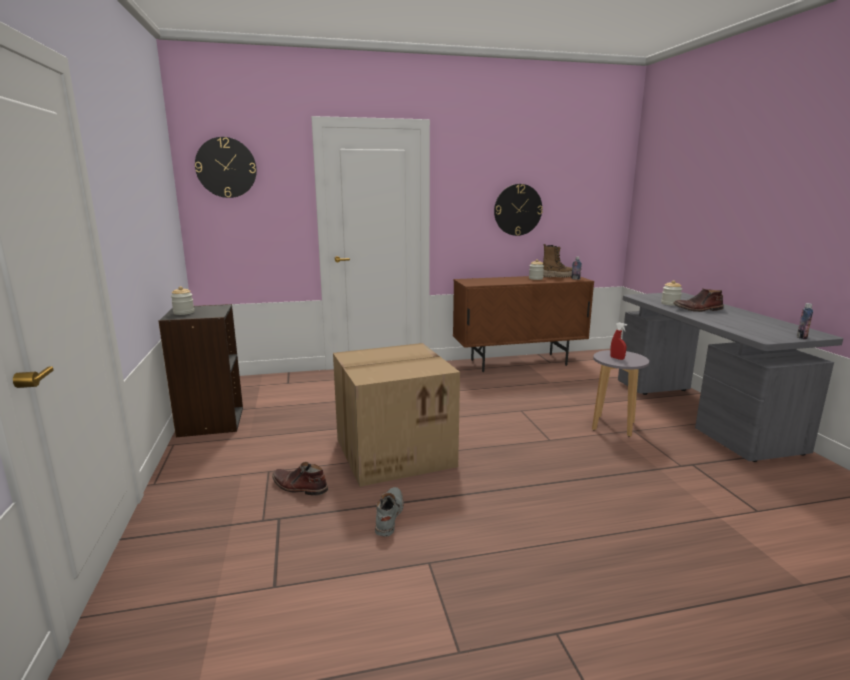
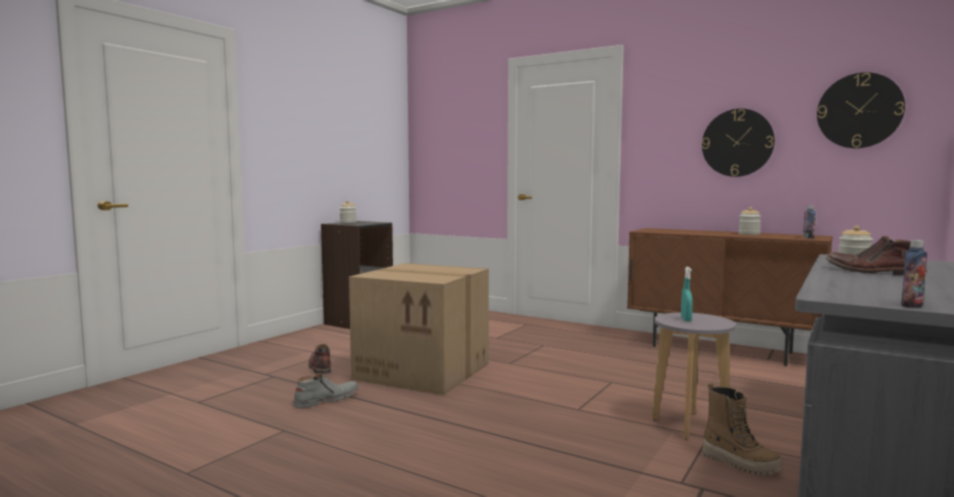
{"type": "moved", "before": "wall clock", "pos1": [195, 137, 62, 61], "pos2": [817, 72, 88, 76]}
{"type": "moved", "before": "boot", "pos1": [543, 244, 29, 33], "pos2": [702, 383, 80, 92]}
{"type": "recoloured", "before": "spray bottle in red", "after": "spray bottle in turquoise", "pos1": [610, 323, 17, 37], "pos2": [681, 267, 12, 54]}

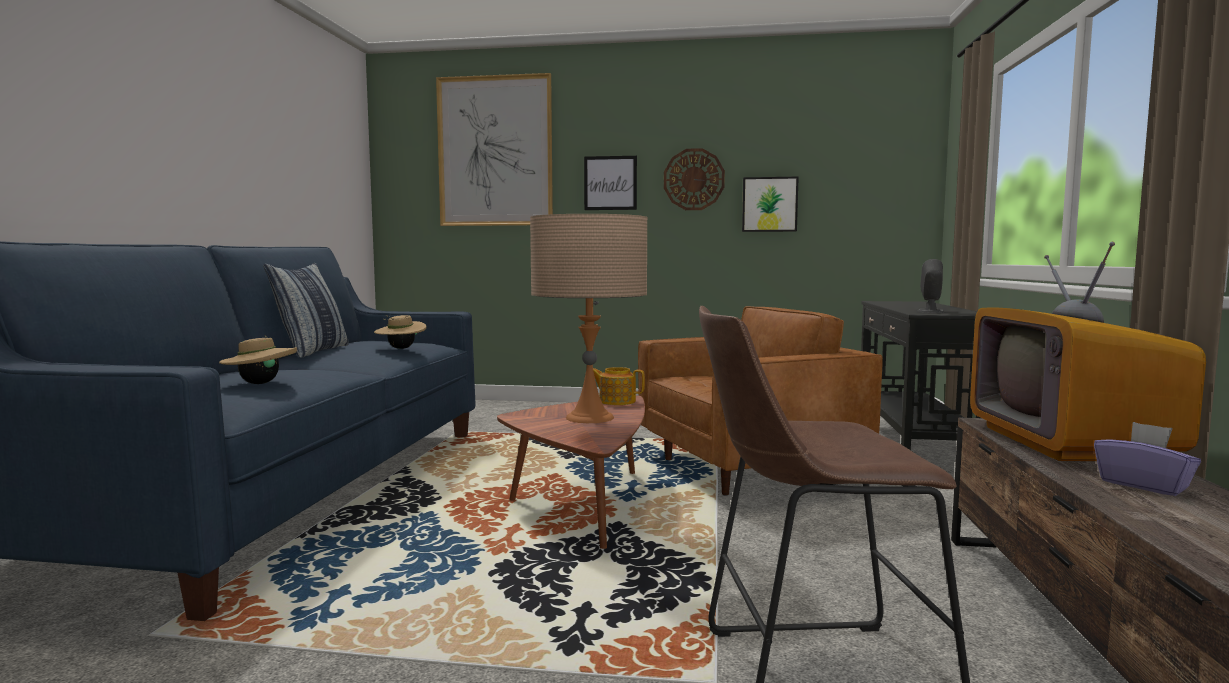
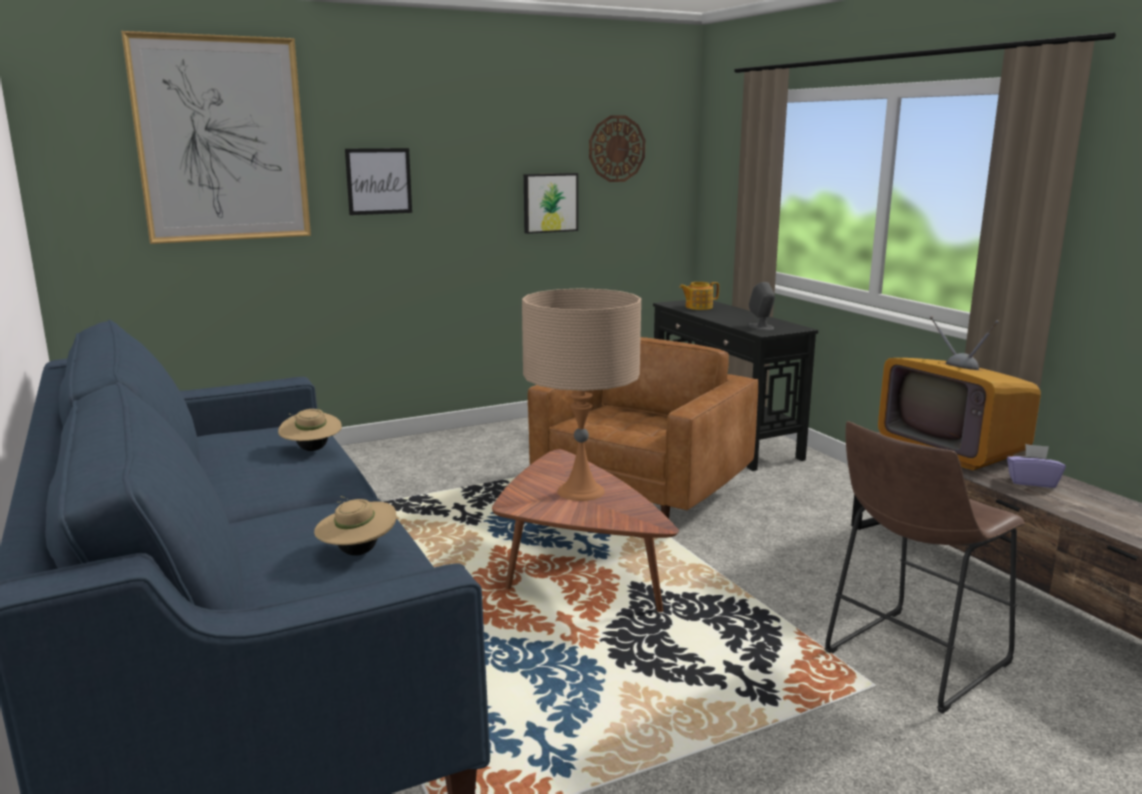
{"type": "removed", "before": "pillow", "pos1": [263, 263, 86, 95]}
{"type": "moved", "before": "teapot", "pos1": [593, 367, 52, 38], "pos2": [679, 282, 40, 28]}
{"type": "moved", "before": "wall clock", "pos1": [664, 148, 61, 62], "pos2": [589, 115, 56, 67]}

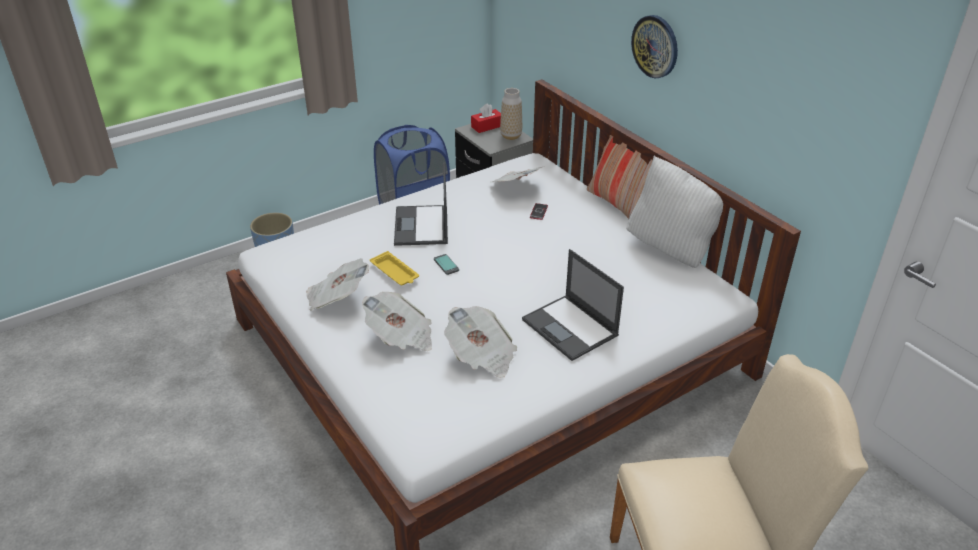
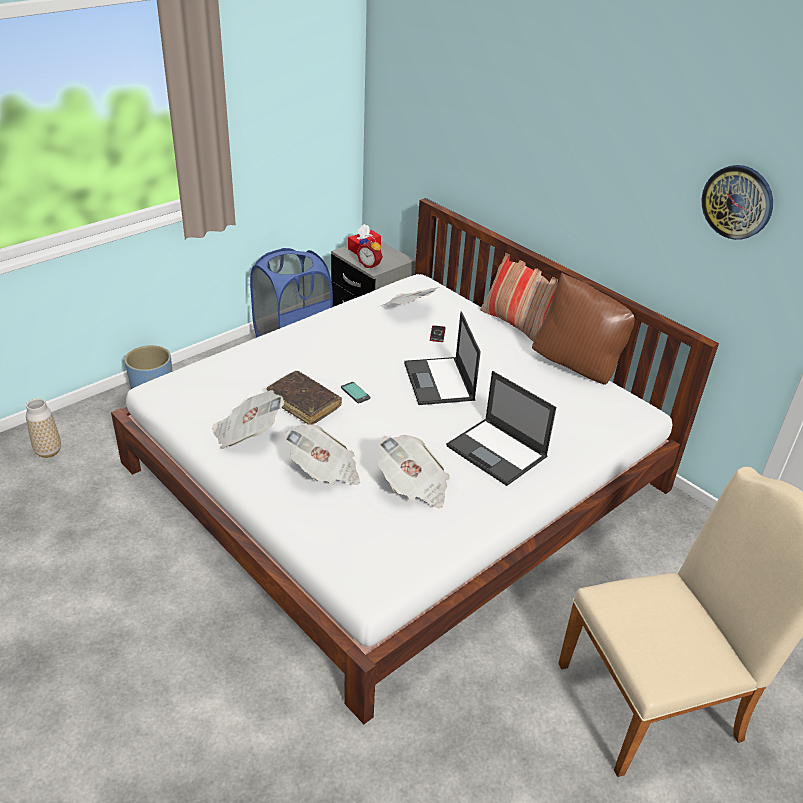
{"type": "added", "after": "alarm clock", "pos2": [357, 235, 26, 34]}
{"type": "moved", "before": "laptop", "pos1": [394, 162, 54, 84], "pos2": [404, 312, 77, 93]}
{"type": "moved", "before": "vase", "pos1": [500, 88, 22, 52], "pos2": [26, 398, 35, 60]}
{"type": "moved", "before": "wall clock", "pos1": [631, 15, 47, 63], "pos2": [702, 165, 71, 75]}
{"type": "replaced", "before": "tray in yellow", "after": "book in brown", "pos1": [370, 251, 49, 34], "pos2": [267, 371, 75, 54]}
{"type": "recoloured", "before": "pillow in white", "after": "pillow in brown", "pos1": [626, 155, 97, 113], "pos2": [532, 273, 103, 112]}

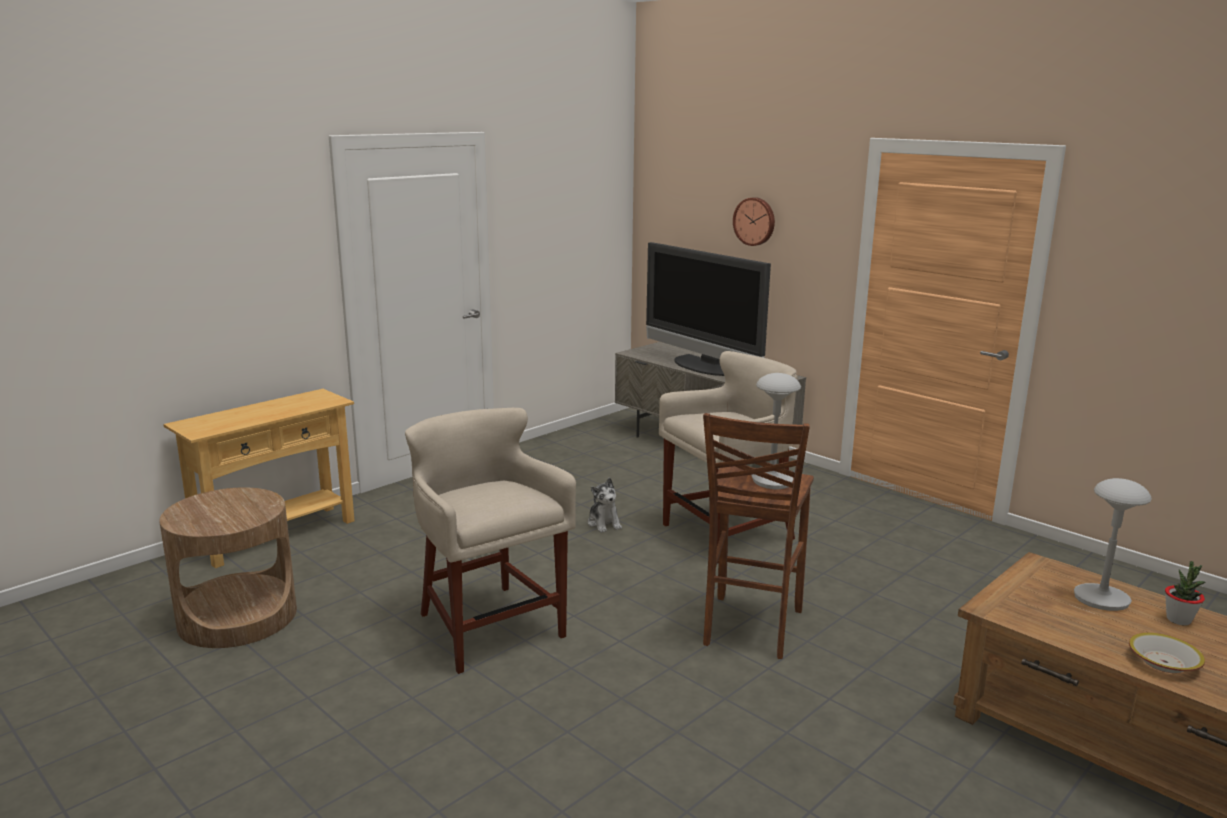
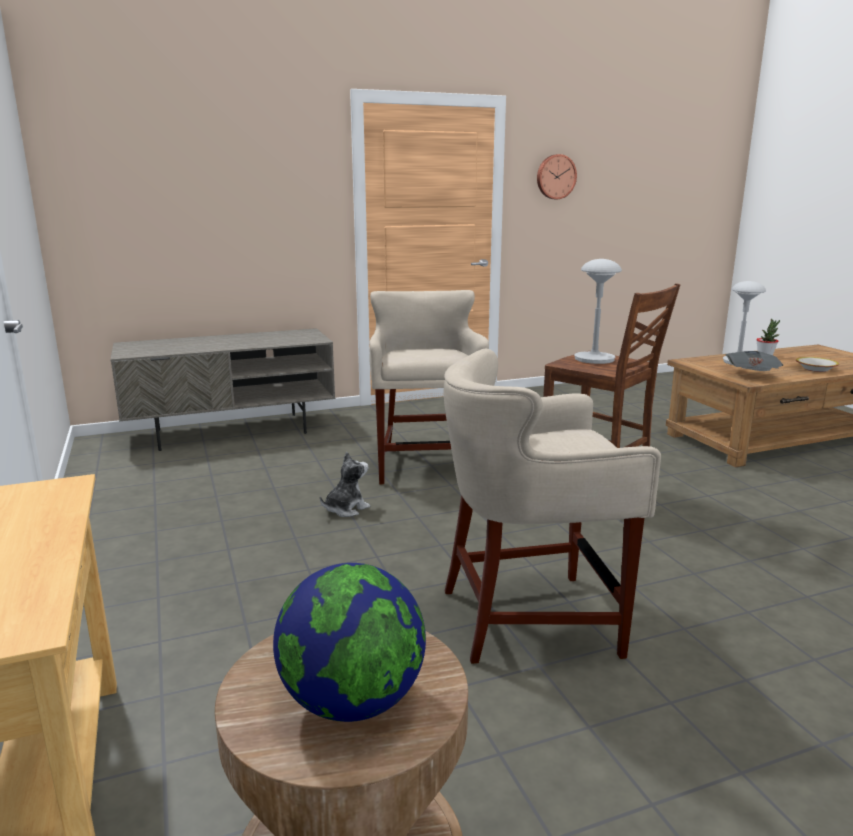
{"type": "removed", "before": "television", "pos1": [646, 242, 125, 134]}
{"type": "added", "after": "globe", "pos2": [273, 563, 153, 159]}
{"type": "added", "after": "newspaper", "pos2": [725, 351, 58, 20]}
{"type": "moved", "before": "wall clock", "pos1": [733, 197, 42, 49], "pos2": [537, 154, 40, 45]}
{"type": "turned", "before": "plush toy", "pos1": [588, 477, 34, 56], "pos2": [320, 452, 50, 65], "turn": -45}

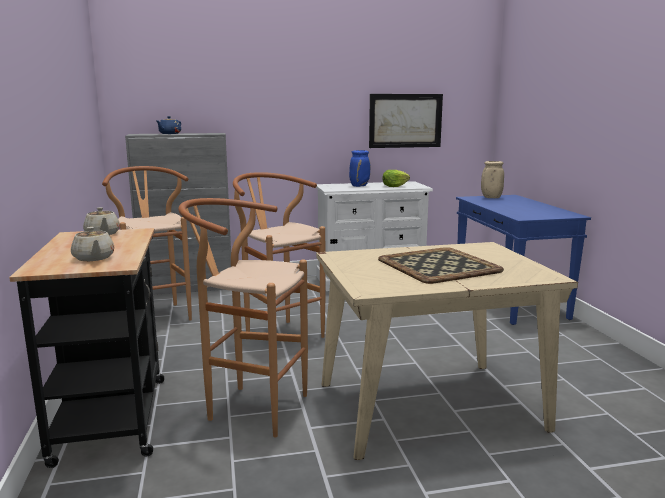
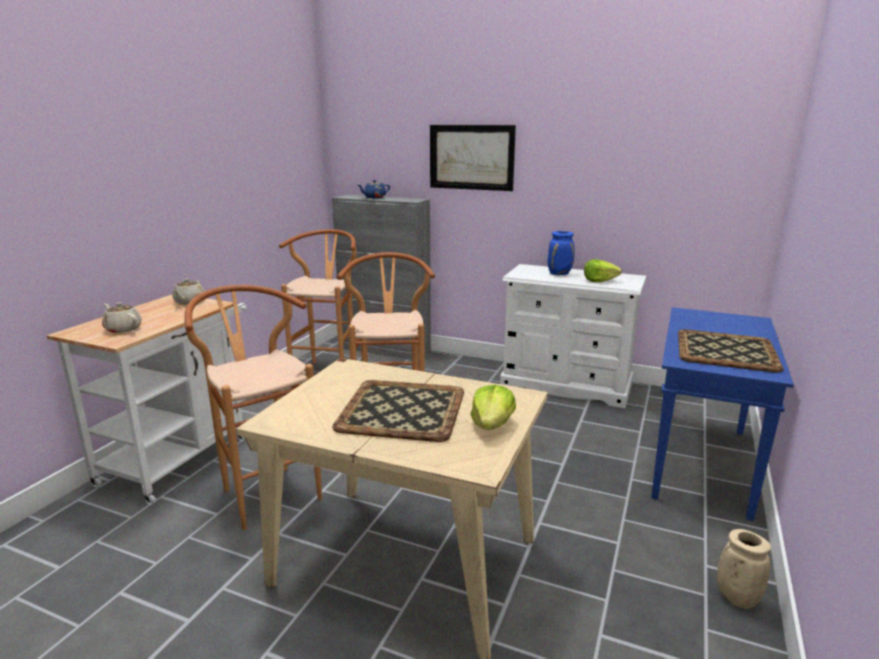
{"type": "added", "after": "lettuce", "pos2": [470, 385, 46, 45]}
{"type": "added", "after": "tray", "pos2": [678, 329, 106, 44]}
{"type": "moved", "before": "picture", "pos1": [369, 94, 74, 54], "pos2": [430, 125, 86, 66]}
{"type": "moved", "before": "vase in beige", "pos1": [481, 161, 23, 37], "pos2": [717, 529, 54, 80]}
{"type": "recoloured", "before": "cart in black", "after": "cart in white", "pos1": [9, 228, 155, 240], "pos2": [47, 295, 200, 210]}
{"type": "turned", "before": "teapot in beige", "pos1": [71, 227, 43, 34], "pos2": [102, 303, 40, 30], "turn": 120}

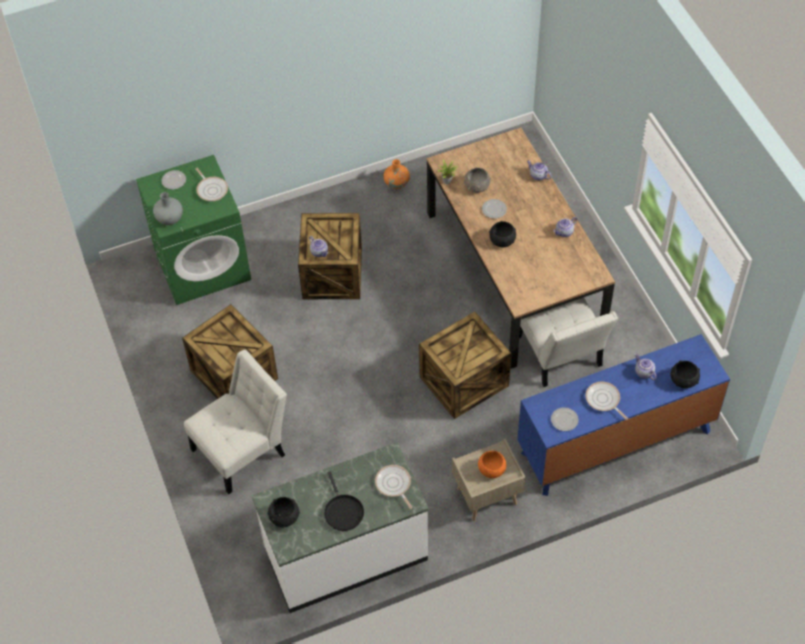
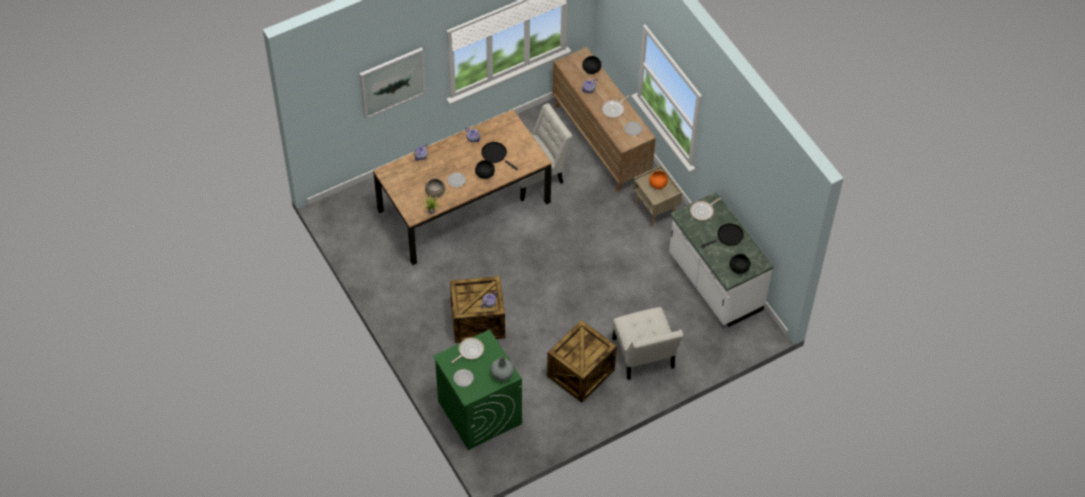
{"type": "removed", "before": "vase in orange", "pos1": [384, 159, 26, 30]}
{"type": "removed", "before": "crate", "pos1": [419, 311, 92, 108]}
{"type": "added", "after": "picture", "pos2": [359, 47, 67, 72]}
{"type": "added", "after": "frying pan in black", "pos2": [481, 142, 37, 28]}
{"type": "recoloured", "before": "dresser in blue", "after": "dresser in brown", "pos1": [517, 334, 213, 162], "pos2": [552, 47, 104, 146]}
{"type": "turned", "before": "chair in white", "pos1": [184, 350, 103, 144], "pos2": [612, 307, 71, 73], "turn": -150}

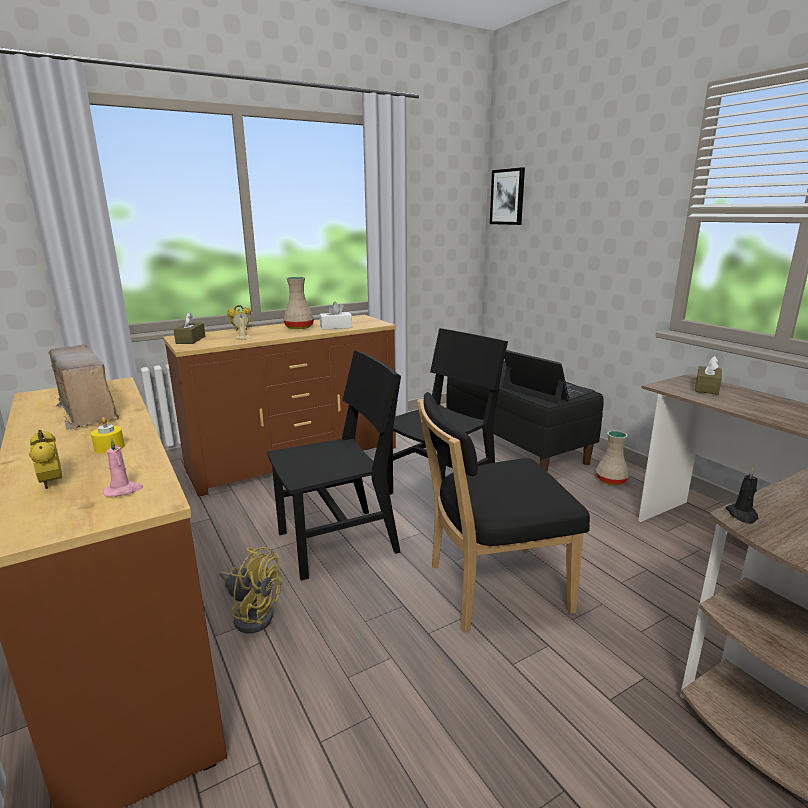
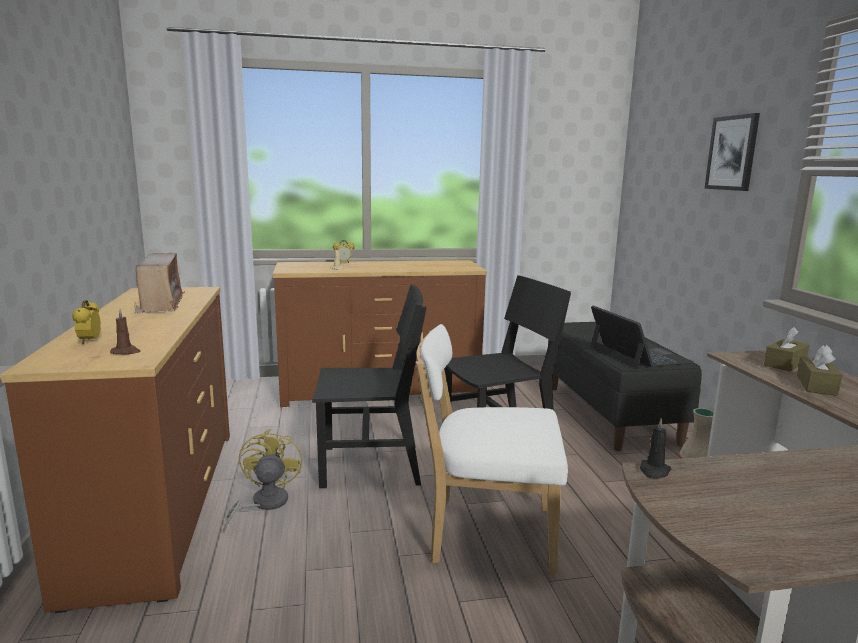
{"type": "removed", "before": "candle in yellow", "pos1": [91, 417, 34, 36]}
{"type": "removed", "before": "vase in beige", "pos1": [283, 277, 31, 52]}
{"type": "removed", "before": "tissue box in white", "pos1": [320, 302, 32, 28]}
{"type": "moved", "before": "tissue box in brown", "pos1": [174, 312, 31, 32], "pos2": [797, 345, 45, 51]}
{"type": "moved", "before": "picture", "pos1": [490, 167, 35, 58], "pos2": [704, 113, 56, 78]}
{"type": "recoloured", "before": "candle in pink", "after": "candle in brown", "pos1": [103, 437, 40, 60], "pos2": [110, 309, 31, 45]}
{"type": "recoloured", "before": "chair in black", "after": "chair in white", "pos1": [417, 392, 173, 240], "pos2": [415, 324, 153, 252]}
{"type": "turned", "before": "fan in yellow", "pos1": [219, 547, 63, 86], "pos2": [223, 429, 79, 104], "turn": -135}

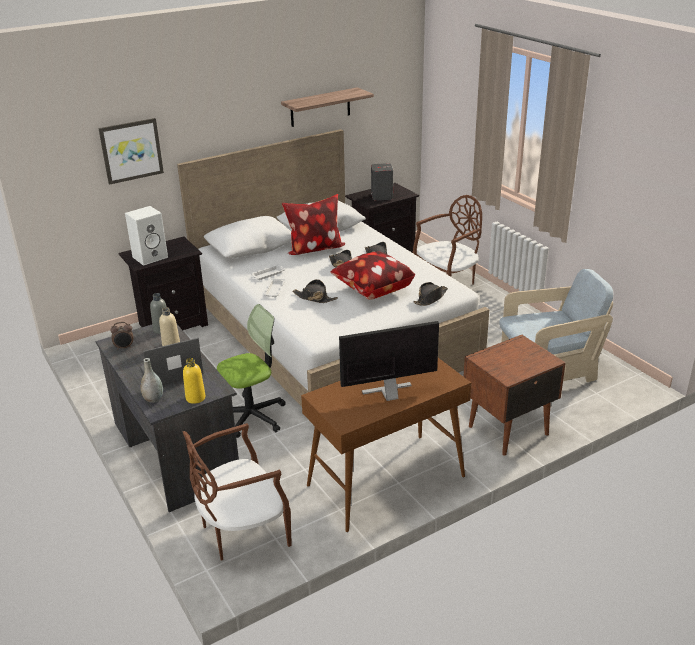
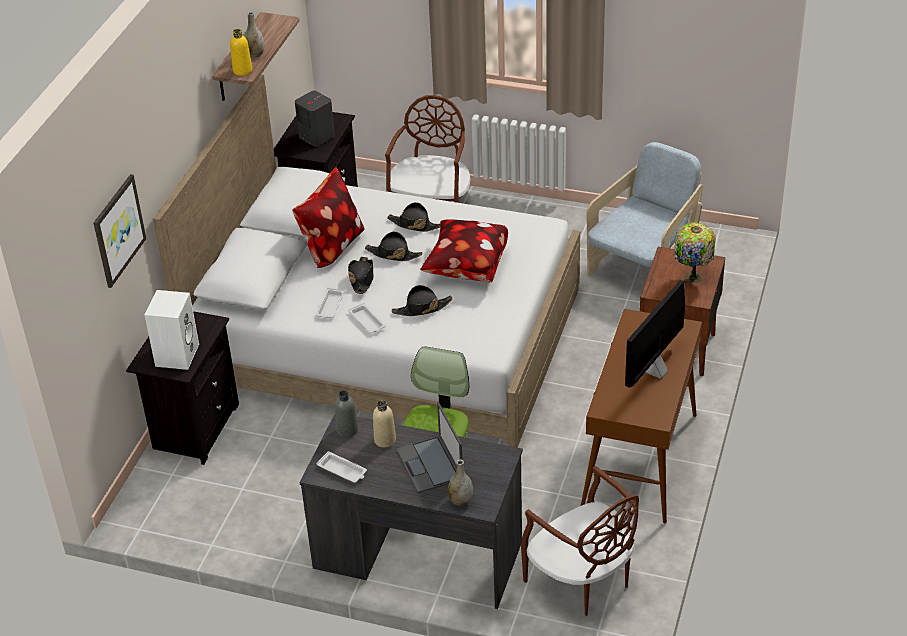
{"type": "added", "after": "vase in grey", "pos2": [244, 12, 20, 46]}
{"type": "added", "after": "table lamp", "pos2": [674, 222, 42, 61]}
{"type": "moved", "before": "bottle in yellow", "pos1": [183, 358, 22, 46], "pos2": [230, 29, 22, 47]}
{"type": "moved", "before": "hat in black", "pos1": [413, 282, 35, 24], "pos2": [348, 256, 25, 38]}
{"type": "replaced", "before": "alarm clock", "after": "tray in white", "pos1": [111, 322, 22, 28], "pos2": [316, 451, 51, 32]}
{"type": "turned", "before": "laptop", "pos1": [141, 338, 63, 47], "pos2": [396, 402, 66, 91], "turn": -45}
{"type": "turned", "before": "chair in brown", "pos1": [182, 423, 110, 138], "pos2": [521, 466, 118, 150], "turn": -60}

